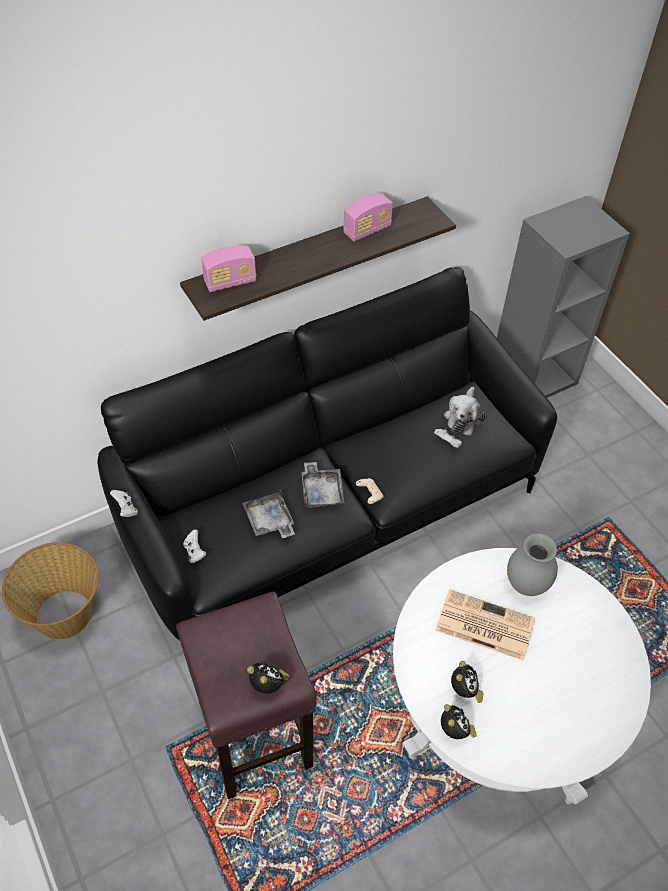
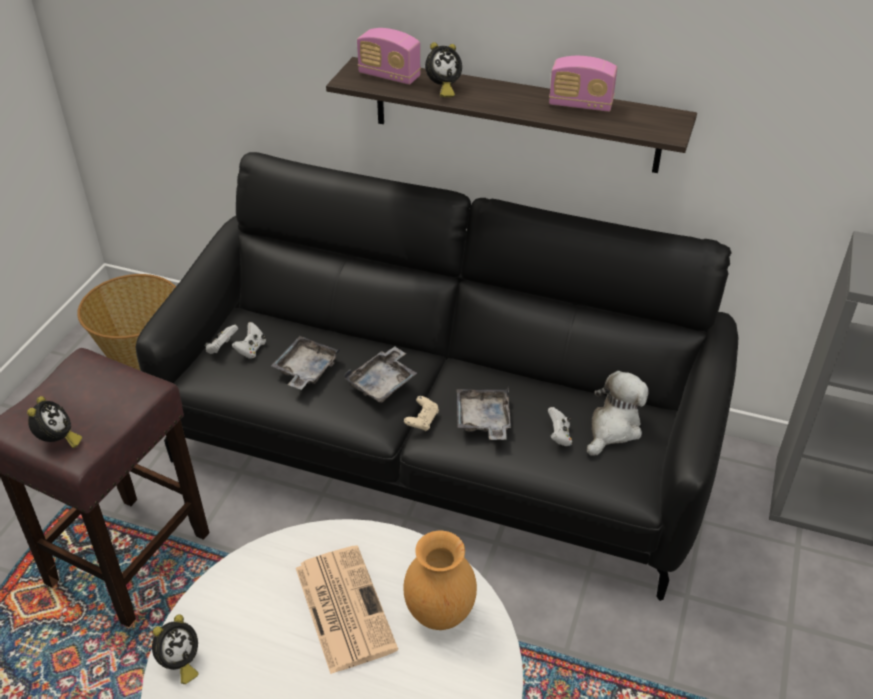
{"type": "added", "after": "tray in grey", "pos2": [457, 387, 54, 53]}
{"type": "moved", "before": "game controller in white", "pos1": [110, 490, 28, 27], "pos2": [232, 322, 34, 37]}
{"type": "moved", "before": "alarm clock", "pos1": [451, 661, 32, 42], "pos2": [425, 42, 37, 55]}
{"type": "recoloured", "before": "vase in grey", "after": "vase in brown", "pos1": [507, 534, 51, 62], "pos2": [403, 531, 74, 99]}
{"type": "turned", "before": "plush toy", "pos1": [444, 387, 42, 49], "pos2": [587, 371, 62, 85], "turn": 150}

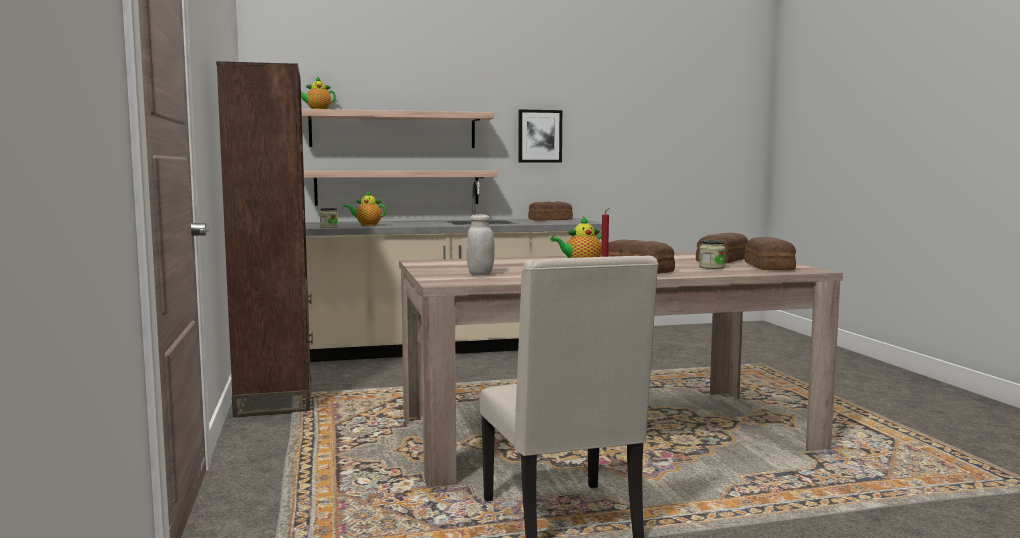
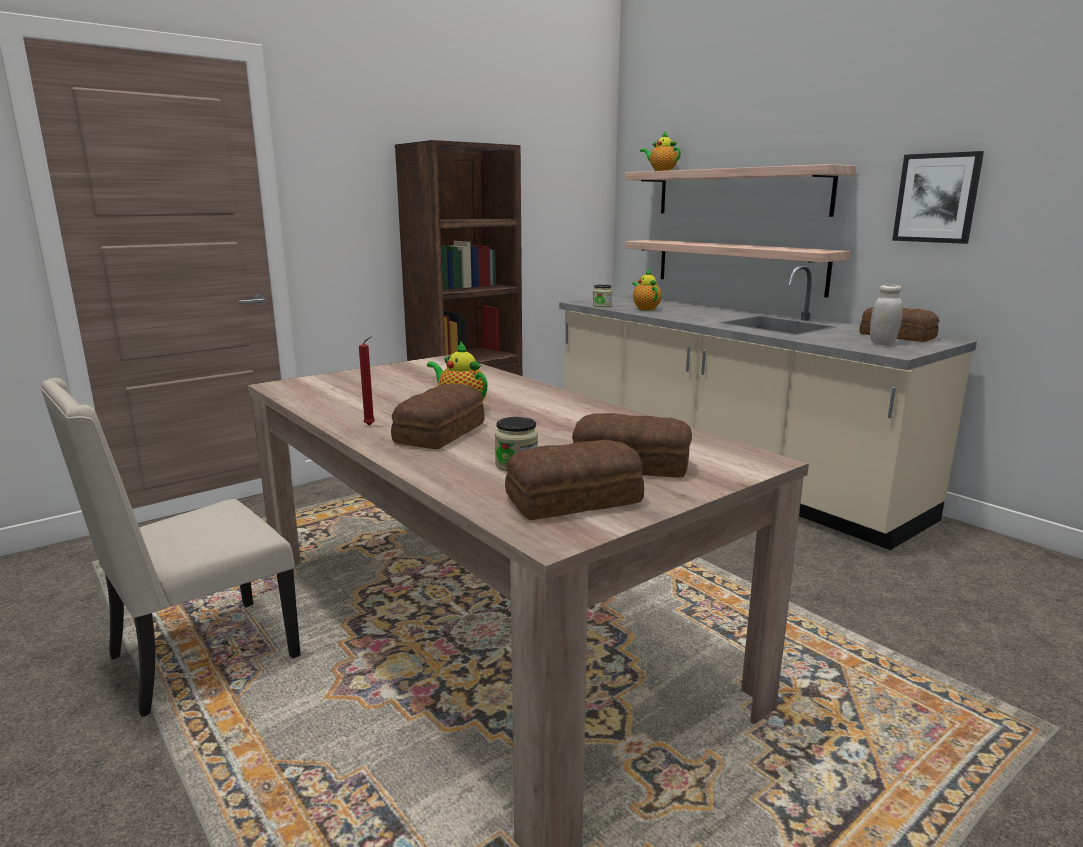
{"type": "moved", "before": "jar in white", "pos1": [467, 214, 28, 61], "pos2": [870, 284, 33, 61]}

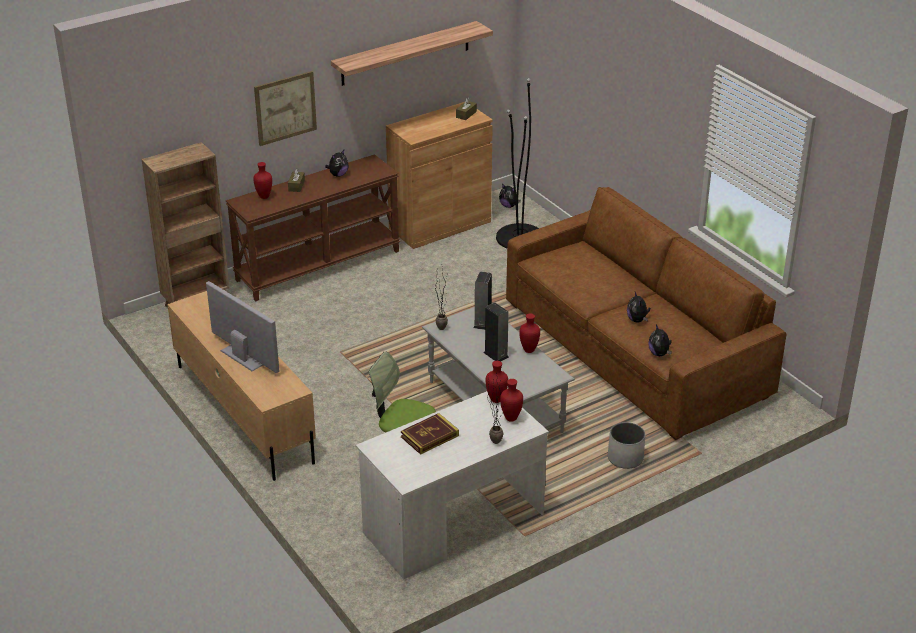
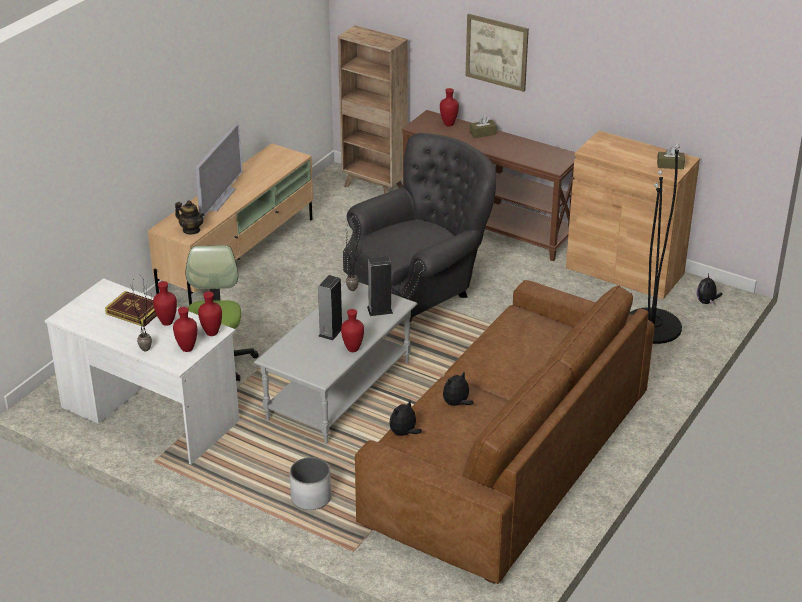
{"type": "removed", "before": "plush toy", "pos1": [325, 150, 24, 27]}
{"type": "removed", "before": "shelf", "pos1": [331, 21, 162, 65]}
{"type": "added", "after": "vase in red", "pos2": [153, 281, 24, 45]}
{"type": "added", "after": "teapot", "pos2": [175, 200, 30, 34]}
{"type": "added", "after": "armchair in grey", "pos2": [343, 133, 153, 191]}

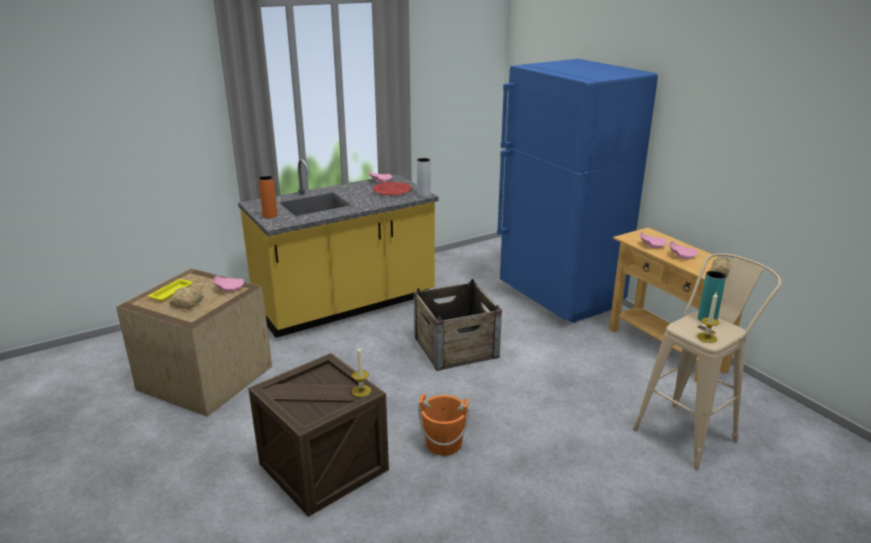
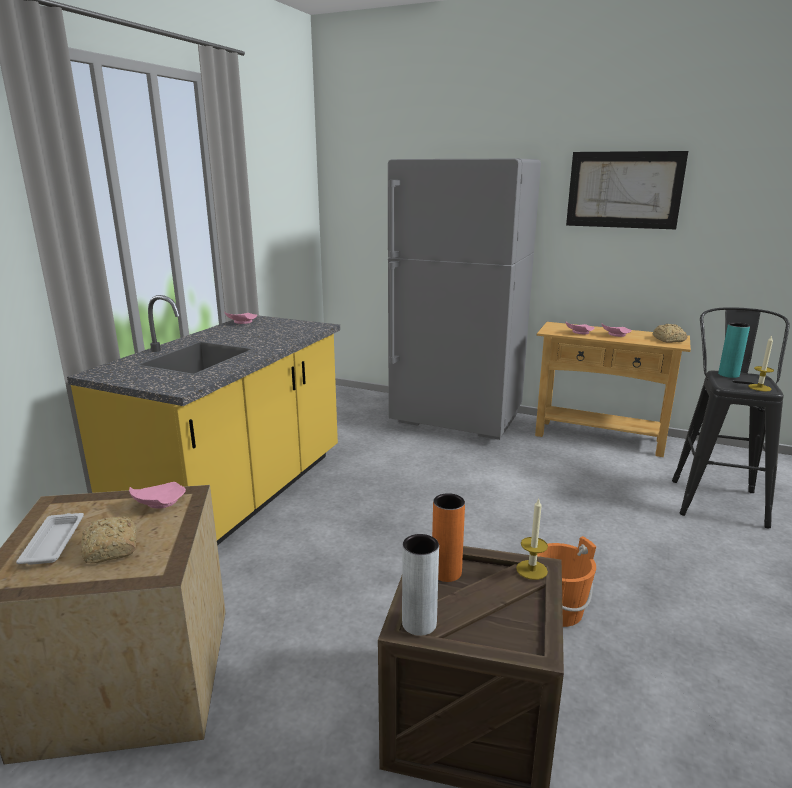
{"type": "removed", "before": "plate in red", "pos1": [373, 182, 39, 13]}
{"type": "removed", "before": "crate", "pos1": [414, 279, 88, 92]}
{"type": "added", "after": "picture", "pos2": [566, 151, 122, 78]}
{"type": "moved", "before": "vase in orange", "pos1": [258, 176, 19, 42], "pos2": [432, 493, 33, 89]}
{"type": "moved", "before": "vase in grey", "pos1": [417, 158, 14, 39], "pos2": [402, 534, 37, 102]}
{"type": "recoloured", "before": "tray in yellow", "after": "tray in white", "pos1": [148, 279, 45, 22], "pos2": [16, 513, 68, 52]}
{"type": "recoloured", "before": "fridge in blue", "after": "fridge in grey", "pos1": [497, 59, 161, 264], "pos2": [388, 158, 153, 282]}
{"type": "recoloured", "before": "stool in beige", "after": "stool in black", "pos1": [633, 253, 149, 216], "pos2": [672, 307, 118, 221]}

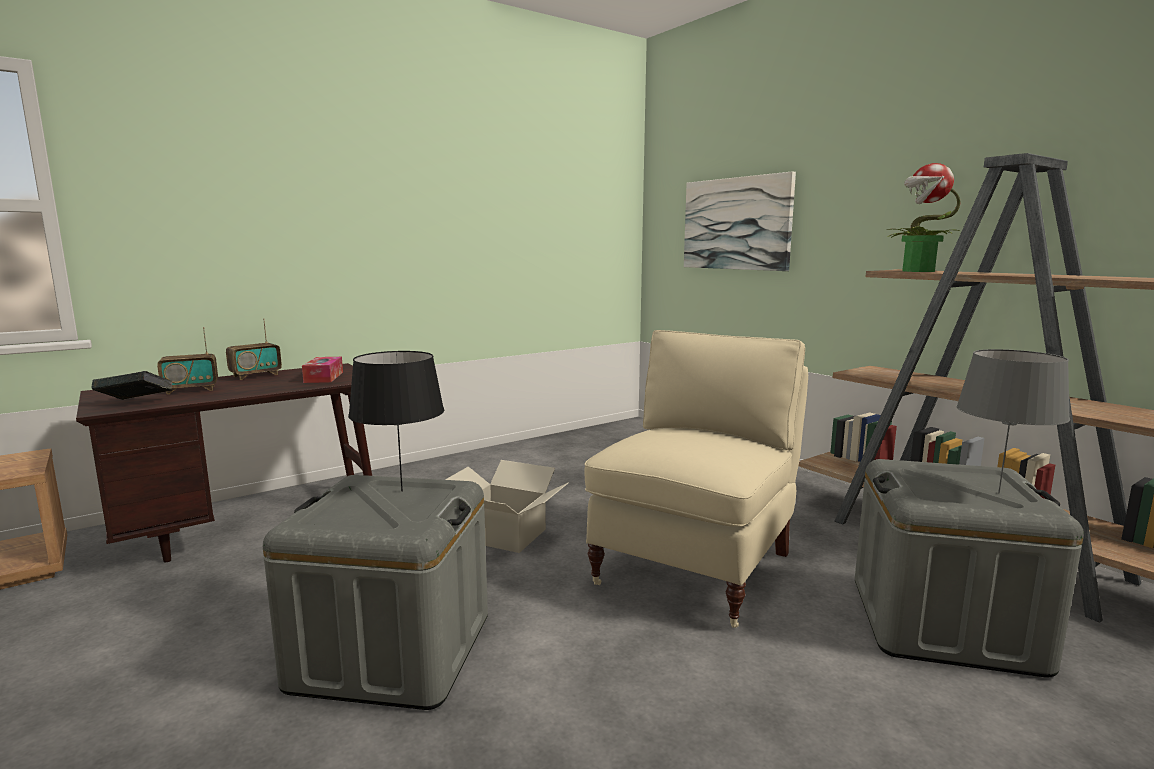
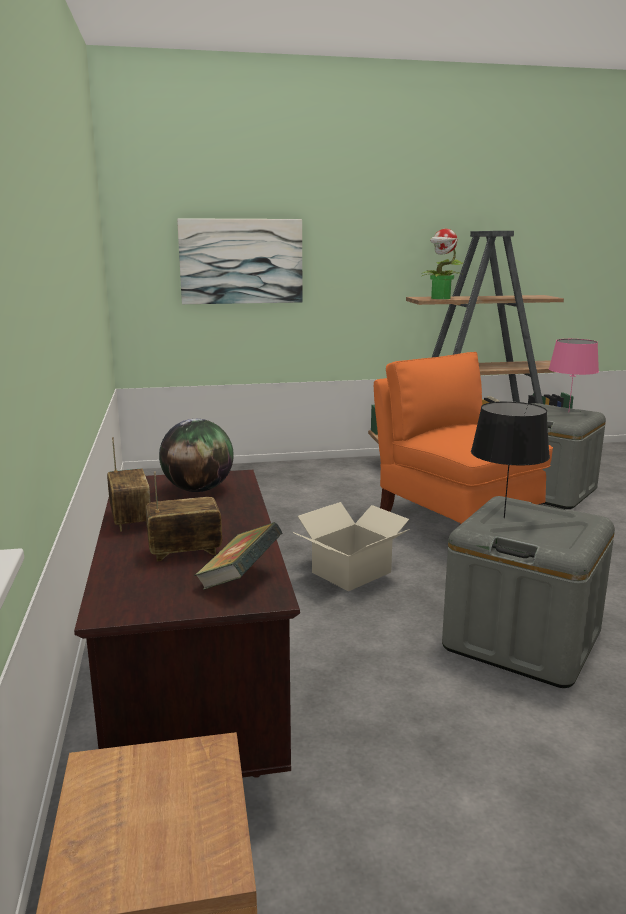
{"type": "replaced", "before": "tissue box", "after": "globe", "pos1": [302, 357, 41, 26], "pos2": [159, 419, 75, 73]}
{"type": "recoloured", "before": "chair in beige", "after": "chair in orange", "pos1": [584, 330, 224, 298], "pos2": [374, 352, 179, 173]}
{"type": "recoloured", "before": "table lamp in grey", "after": "table lamp in pink", "pos1": [956, 349, 114, 145], "pos2": [549, 339, 50, 71]}
{"type": "turned", "before": "radio", "pos1": [157, 327, 61, 67], "pos2": [146, 472, 76, 89], "turn": -105}

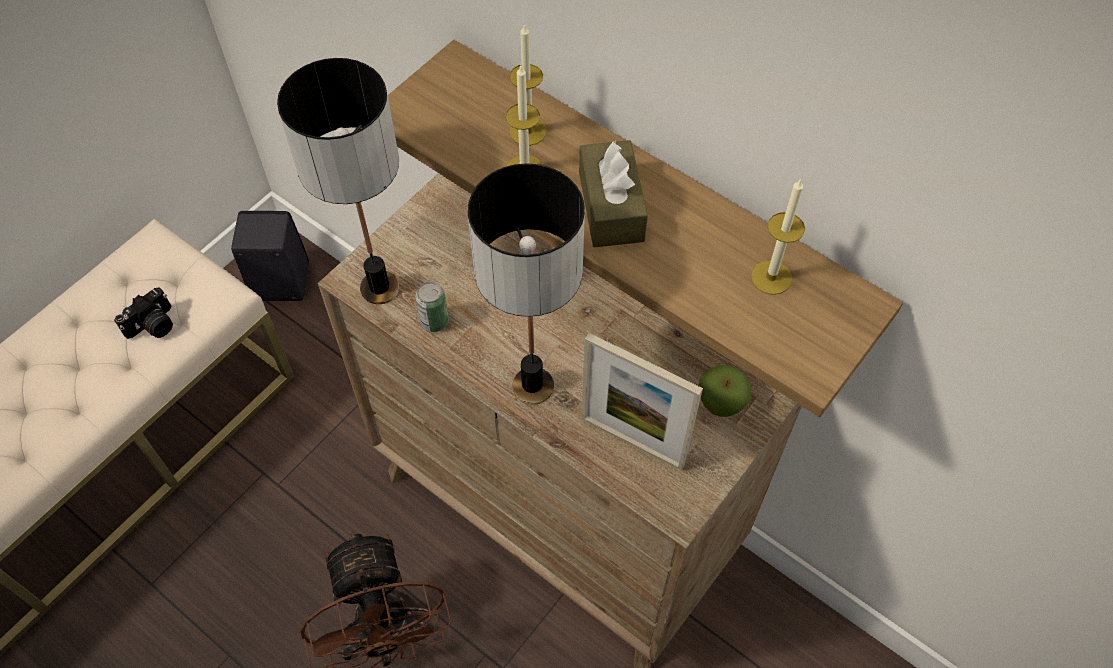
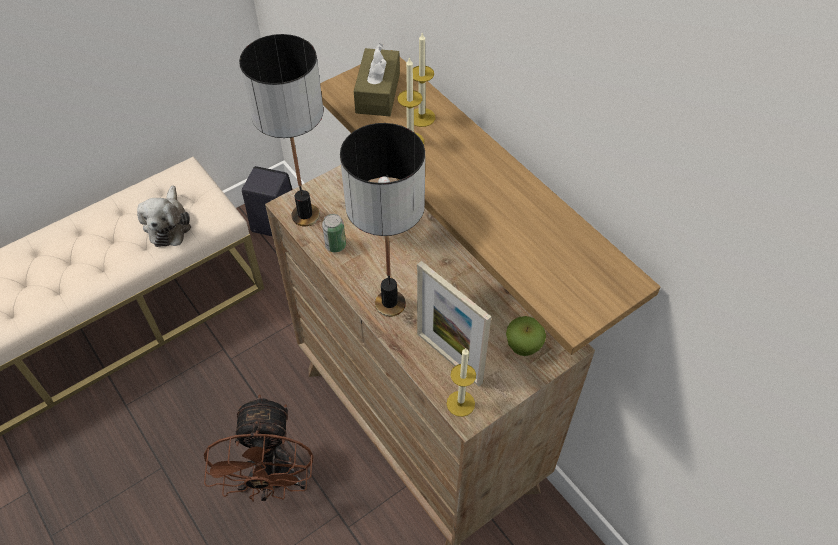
{"type": "moved", "before": "tissue box in brown", "pos1": [579, 140, 69, 107], "pos2": [354, 43, 46, 73]}
{"type": "moved", "before": "candle", "pos1": [751, 179, 54, 116], "pos2": [447, 348, 29, 69]}
{"type": "replaced", "before": "photo camera", "after": "plush toy", "pos1": [114, 287, 59, 52], "pos2": [137, 185, 54, 62]}

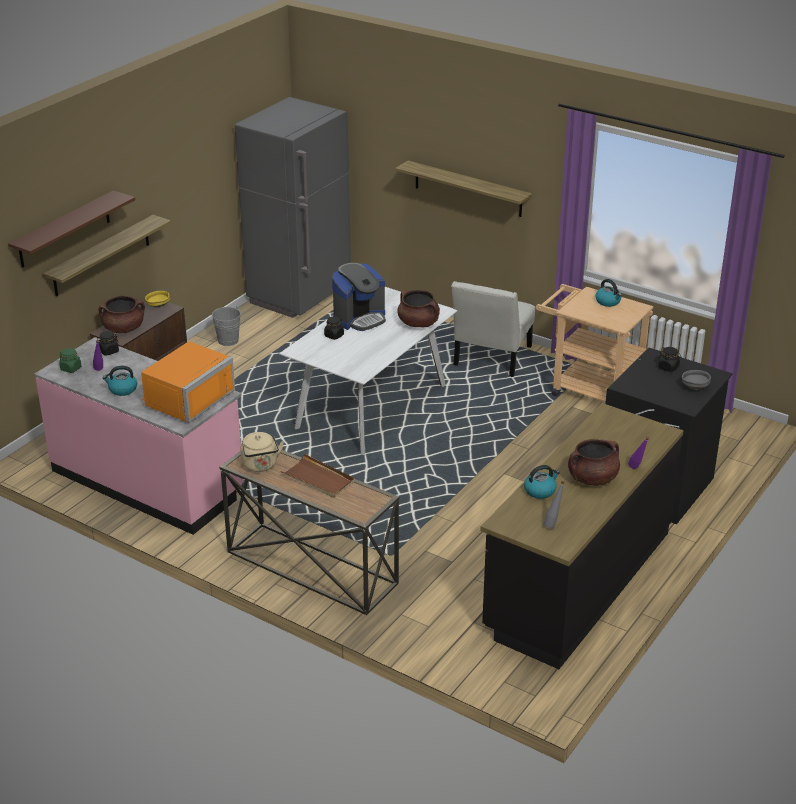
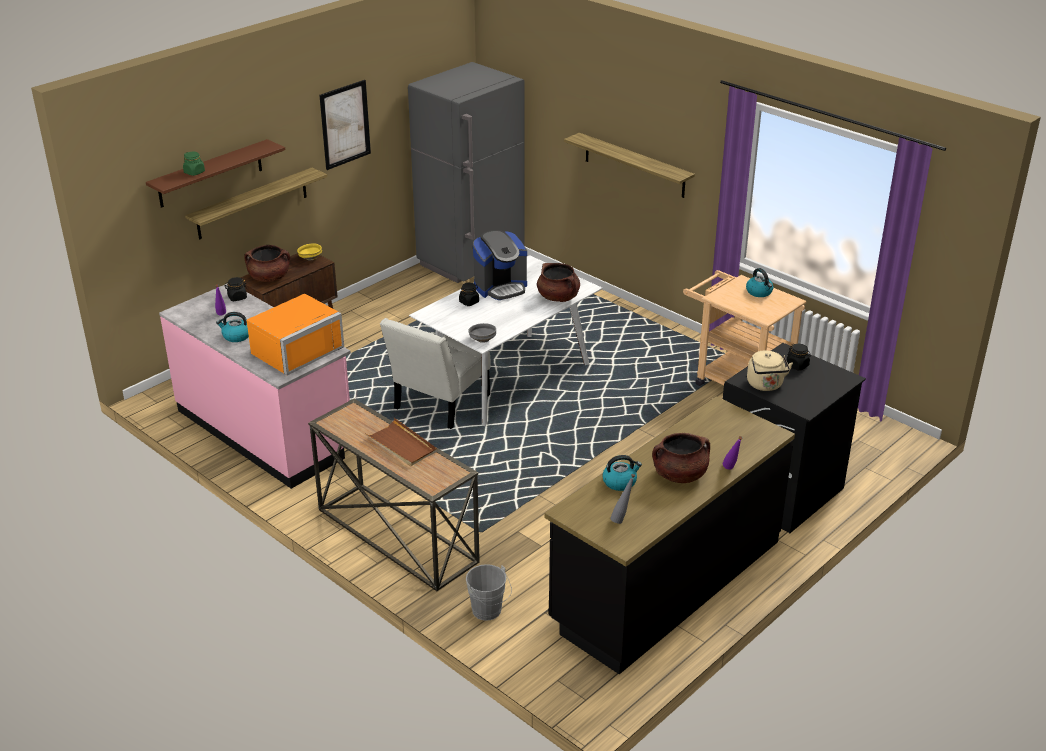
{"type": "added", "after": "picture", "pos2": [319, 80, 52, 90]}
{"type": "moved", "before": "jar in green", "pos1": [59, 348, 23, 25], "pos2": [183, 152, 22, 24]}
{"type": "moved", "before": "bucket in grey", "pos1": [212, 305, 33, 41], "pos2": [466, 564, 46, 57]}
{"type": "moved", "before": "kettle in beige", "pos1": [240, 432, 44, 40], "pos2": [747, 350, 46, 41]}
{"type": "moved", "before": "chair in white", "pos1": [451, 281, 84, 96], "pos2": [380, 318, 110, 111]}
{"type": "moved", "before": "bowl in grey", "pos1": [682, 370, 29, 20], "pos2": [468, 323, 28, 20]}

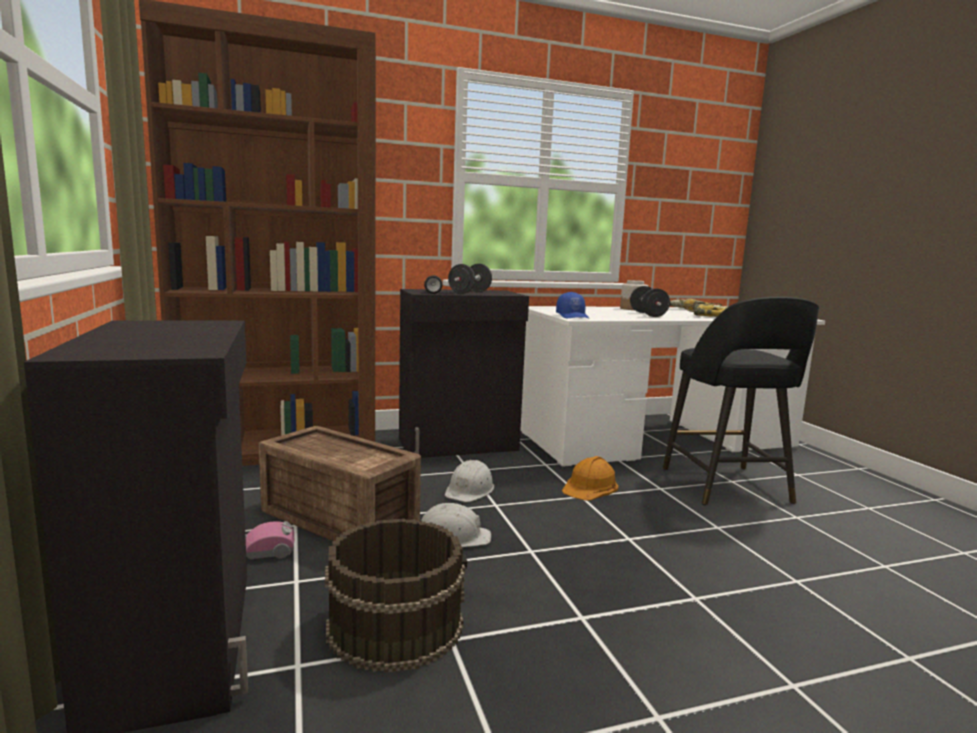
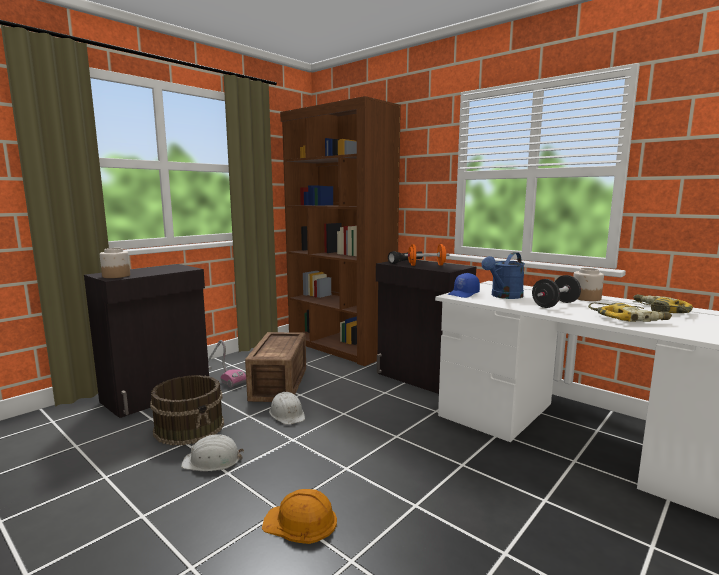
{"type": "removed", "before": "stool in black", "pos1": [663, 297, 156, 208]}
{"type": "added", "after": "jar", "pos2": [100, 248, 30, 30]}
{"type": "added", "after": "watering can in blue", "pos2": [482, 252, 43, 47]}
{"type": "moved", "before": "hard hat in white", "pos1": [445, 460, 49, 42], "pos2": [181, 434, 63, 37]}
{"type": "moved", "before": "hard hat in orange", "pos1": [562, 456, 56, 45], "pos2": [262, 489, 75, 55]}
{"type": "recoloured", "before": "dumbbell in black", "after": "dumbbell in orange", "pos1": [448, 264, 44, 30], "pos2": [404, 244, 46, 22]}

